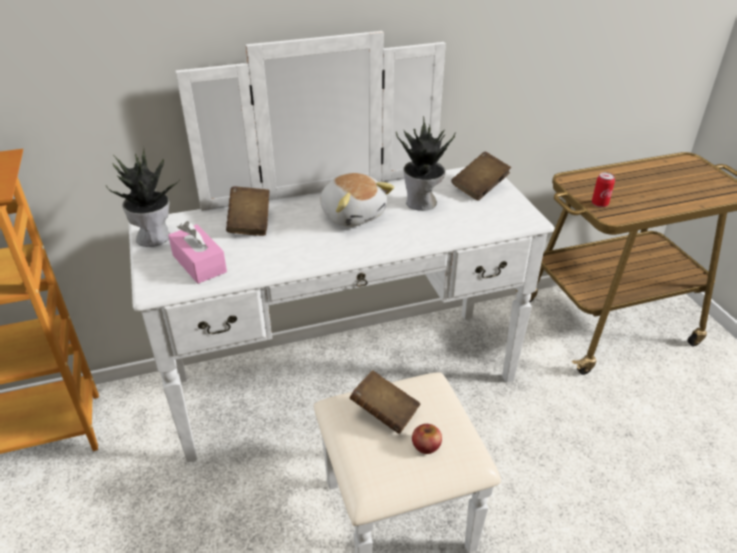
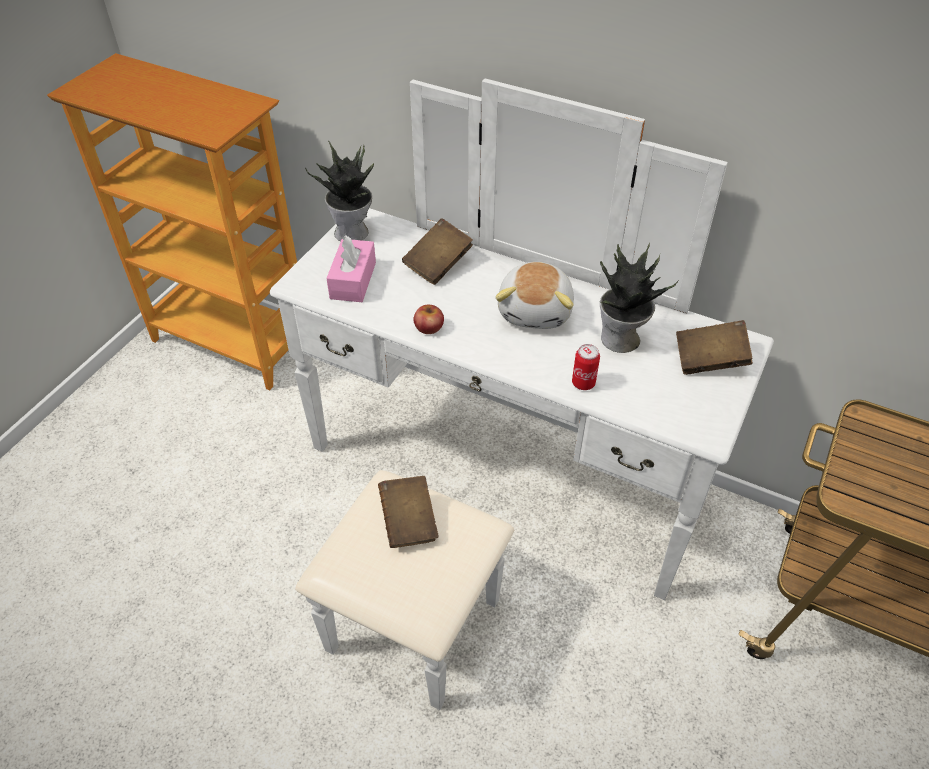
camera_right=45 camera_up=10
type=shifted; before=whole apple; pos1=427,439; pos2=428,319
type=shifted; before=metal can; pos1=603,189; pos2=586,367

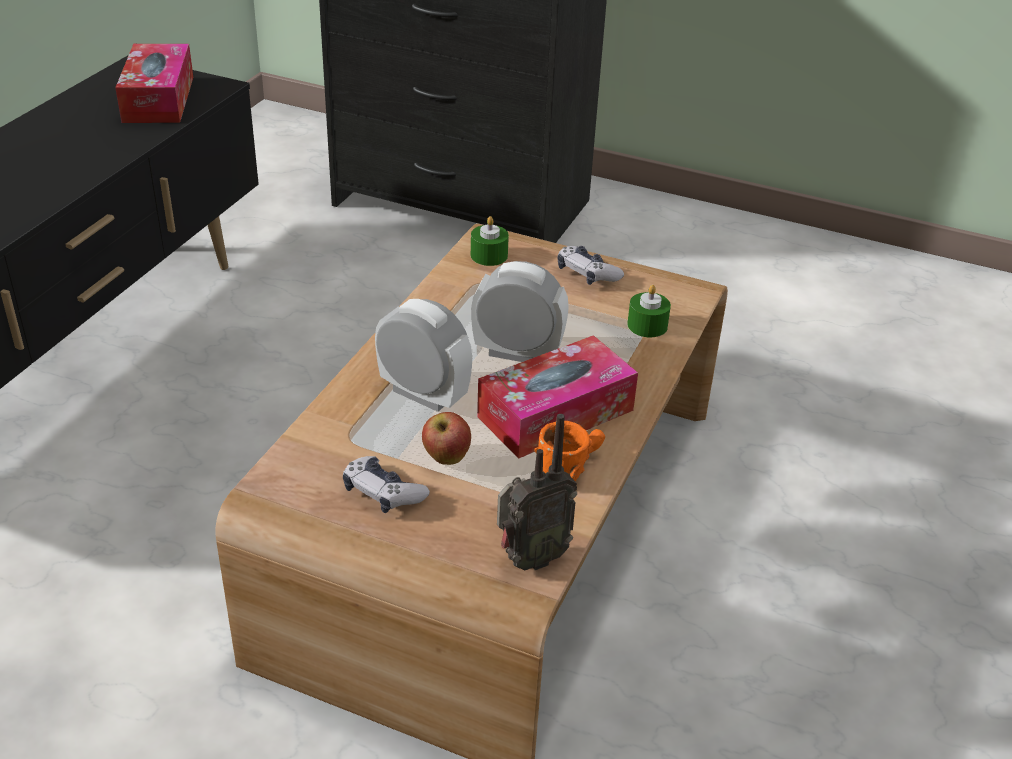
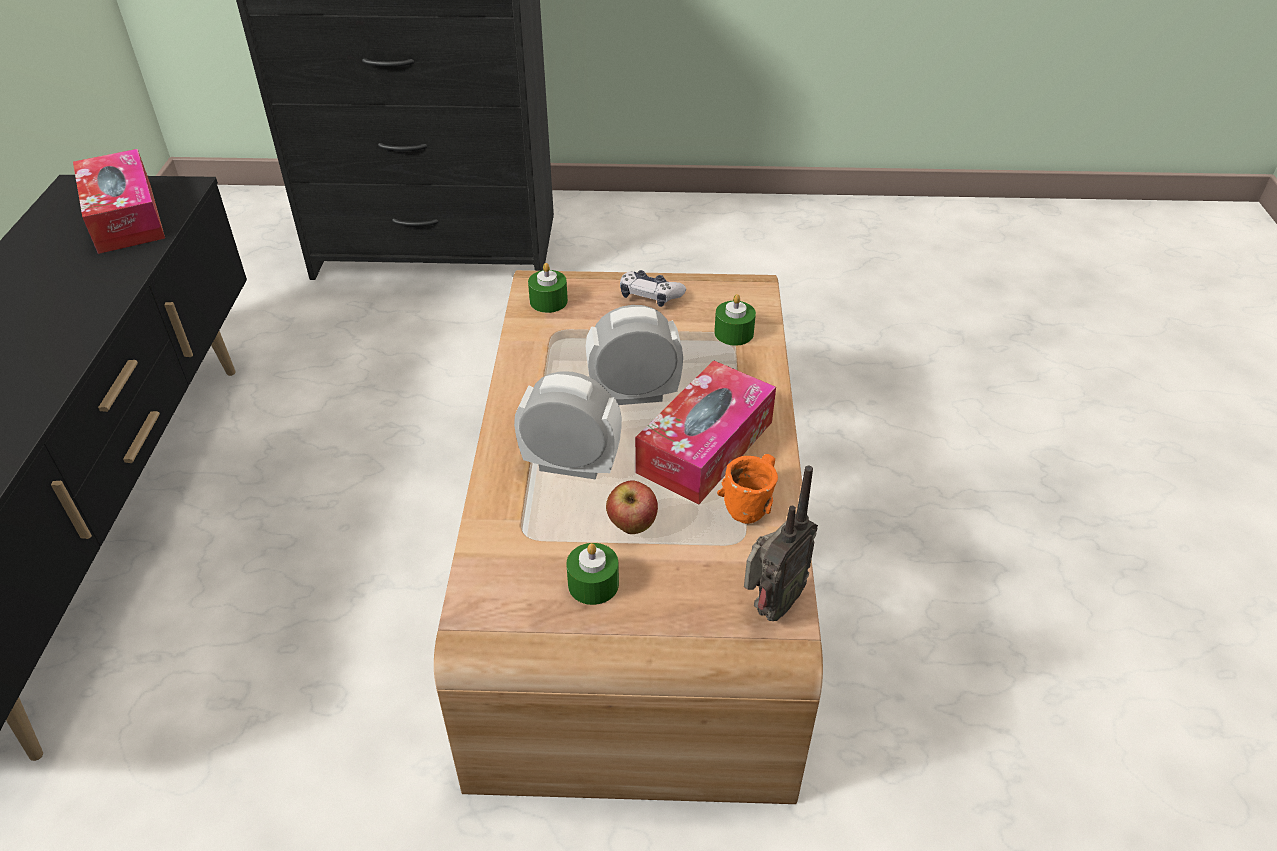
camera_right=-20 camera_up=5
type=swapped; before=joypad; after=candle (green); pos1=386,484; pos2=592,574

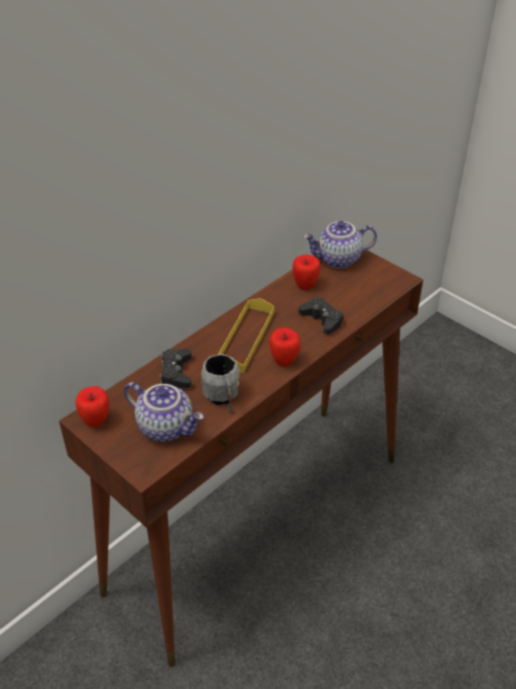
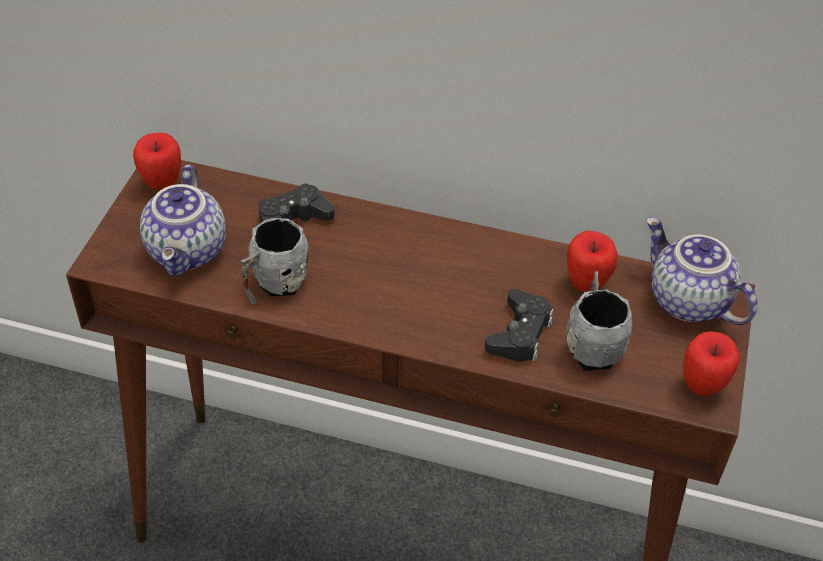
camera_right=60 camera_up=5
type=gone; before=carrying tray (yellow-coloured); pos1=246,335
type=new; after=mug (grey); pos2=599,321
type=shifted; before=whole apple; pos1=285,347; pos2=711,363

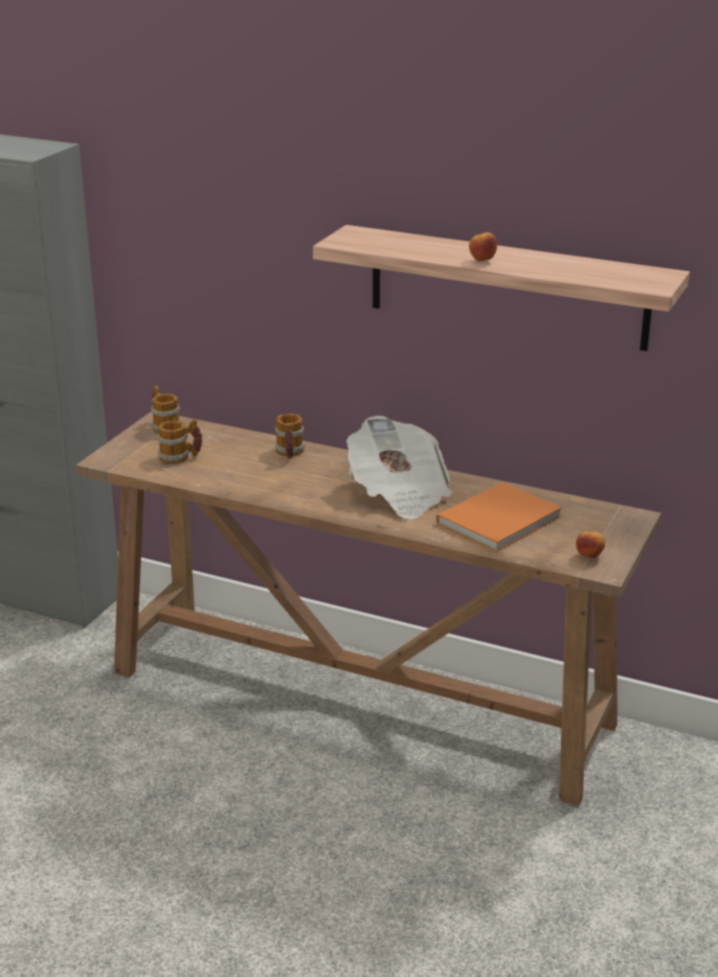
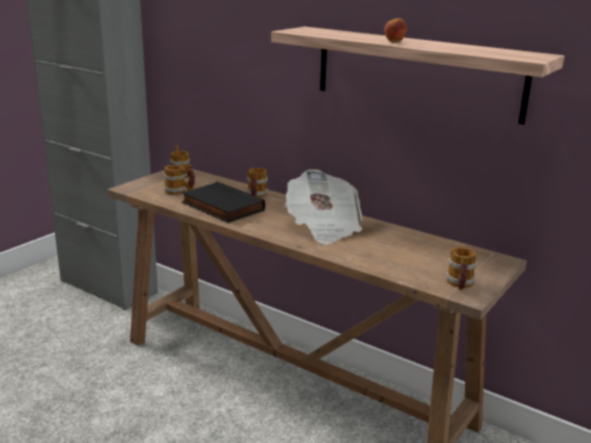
camera_right=10 camera_up=-5
type=gone; before=book (orange); pos1=499,517
type=new; after=book (blackish); pos2=223,202
type=swapped; before=whole apple; after=mug; pos1=590,544; pos2=461,268

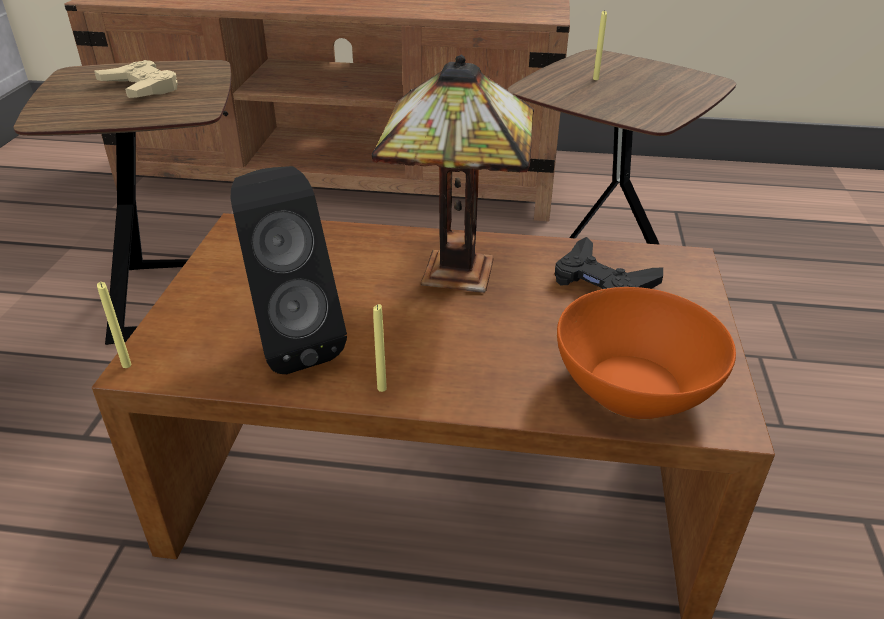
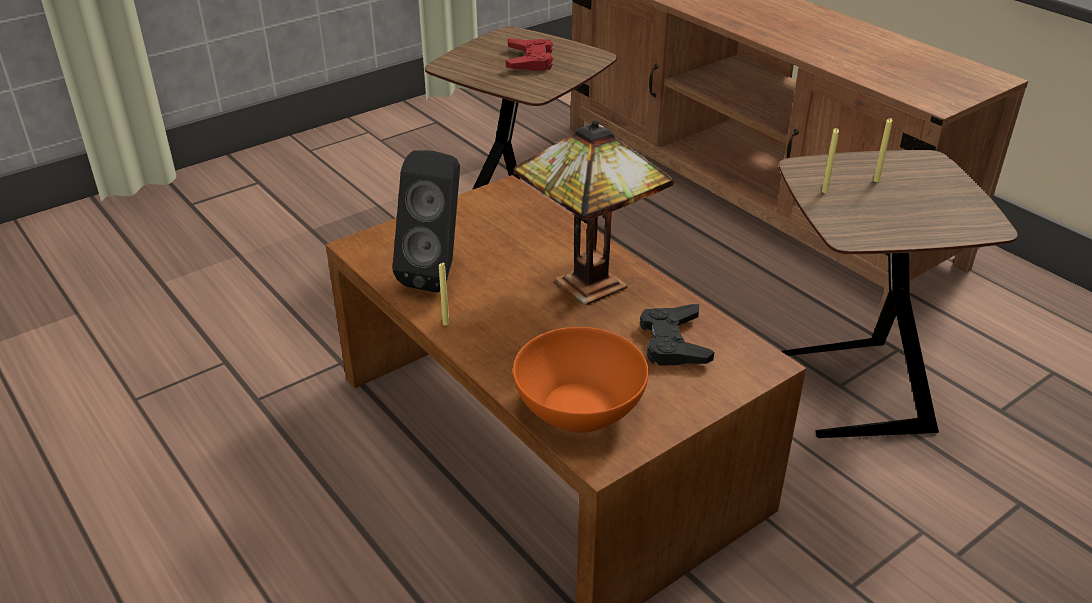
camera_right=45 camera_up=0
type=shifted; before=candle (yellow-coloured); pos1=114,325; pos2=830,160
type=repainted; before=joypad (sand-coloured); after=joypad (reddish); pos1=135,79; pos2=529,54

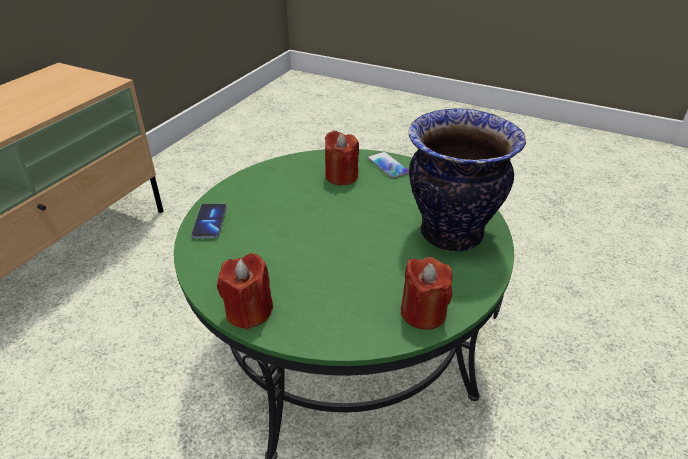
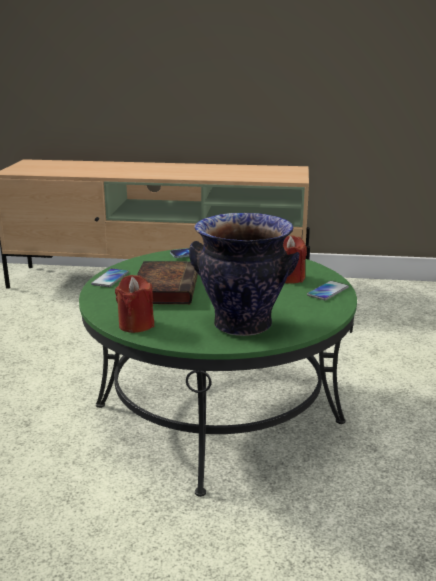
camera_right=70 camera_up=-15
type=new; after=book; pos2=167,282
type=swapped; before=candle (reddish); after=telephone; pos1=245,291; pos2=110,277

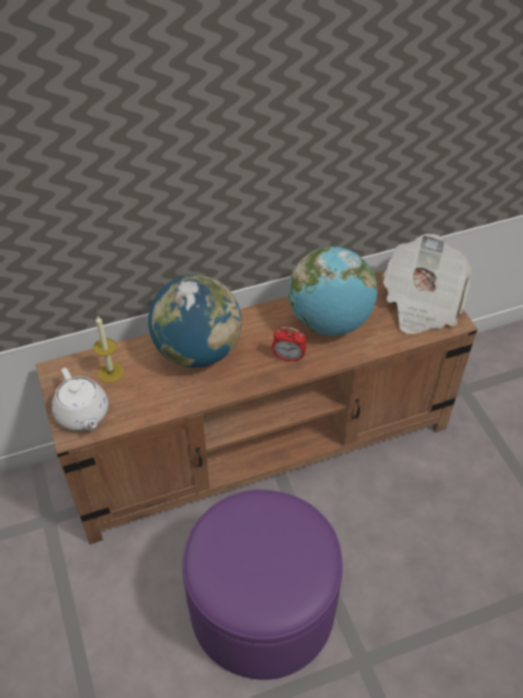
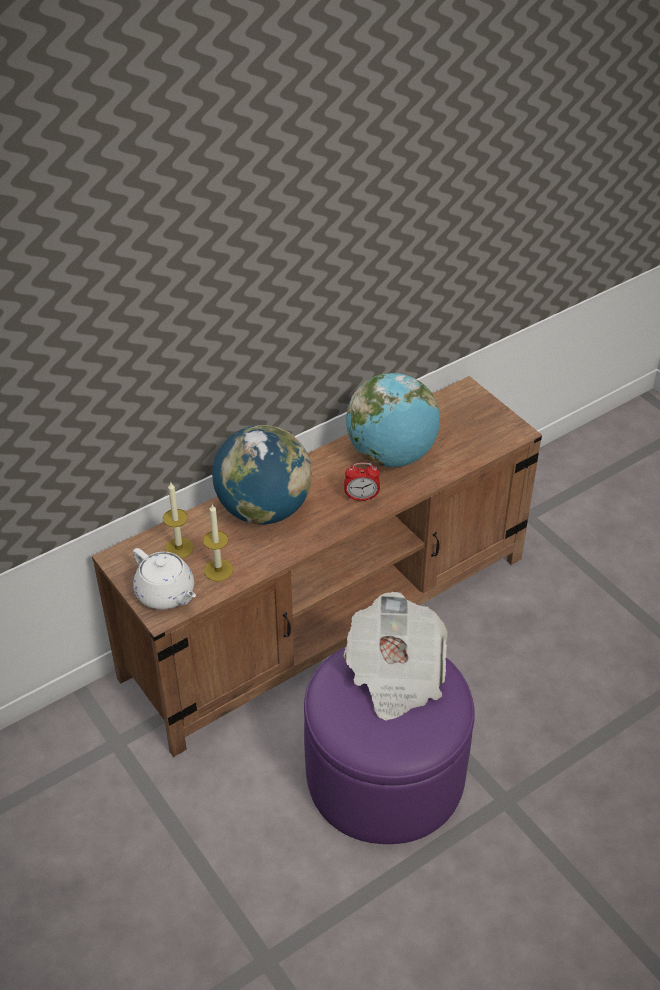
camera_right=-15 camera_up=-5
type=new; after=candle; pos2=218,542
type=shifted; before=daily paper; pos1=427,284; pos2=395,656

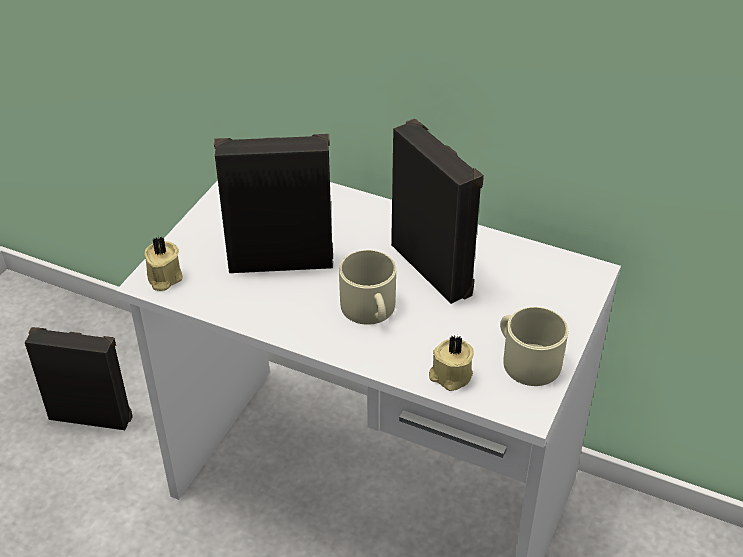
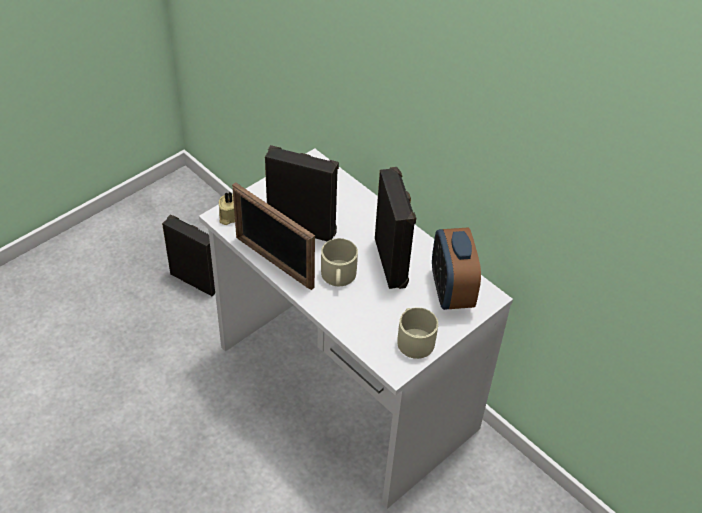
camera_right=20 camera_up=5
type=gone; before=candle (sand-coloured); pos1=451,363
type=new; after=photo frame; pos2=273,236
type=new; after=alarm clock; pos2=456,268

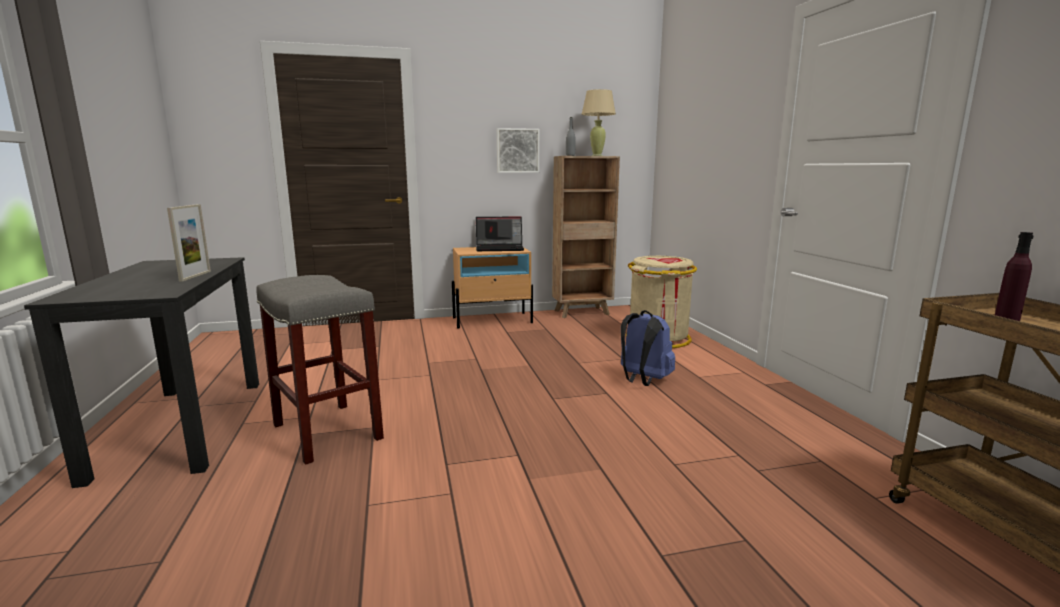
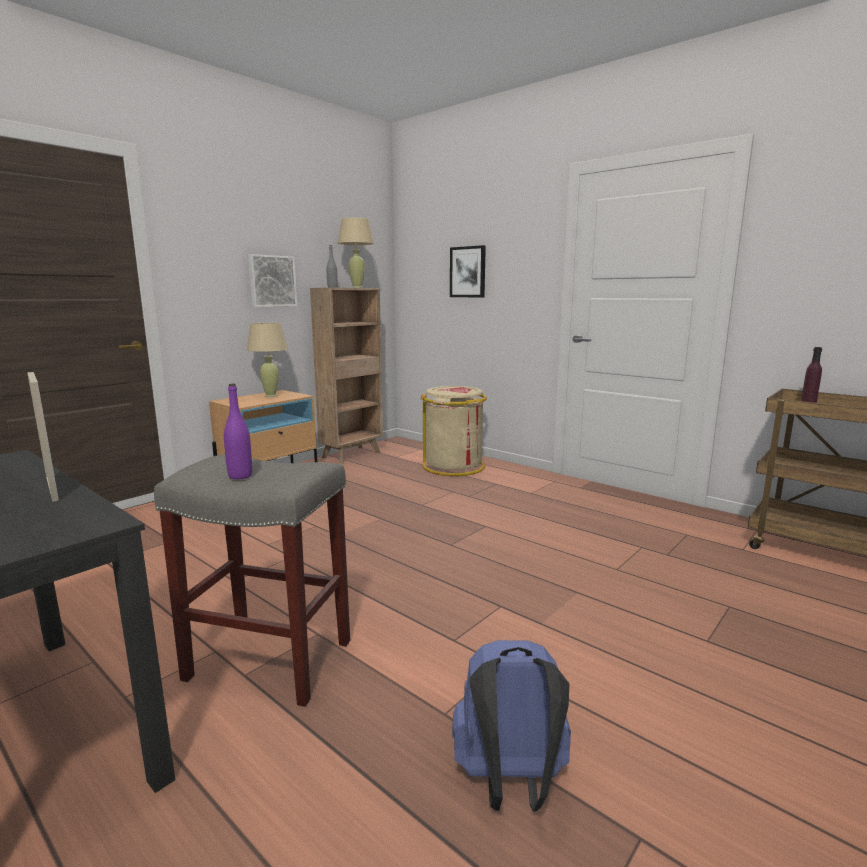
camera_right=-35 camera_up=0
type=new; after=beverage bottle (purple); pos2=238,431
type=new; after=wall picture; pos2=468,271
type=shifted; before=knapsack (bluish); pos1=648,348; pos2=511,726
type=swapped; before=portable computer; after=tabletop lamp (sand-coloured); pos1=500,233; pos2=267,360

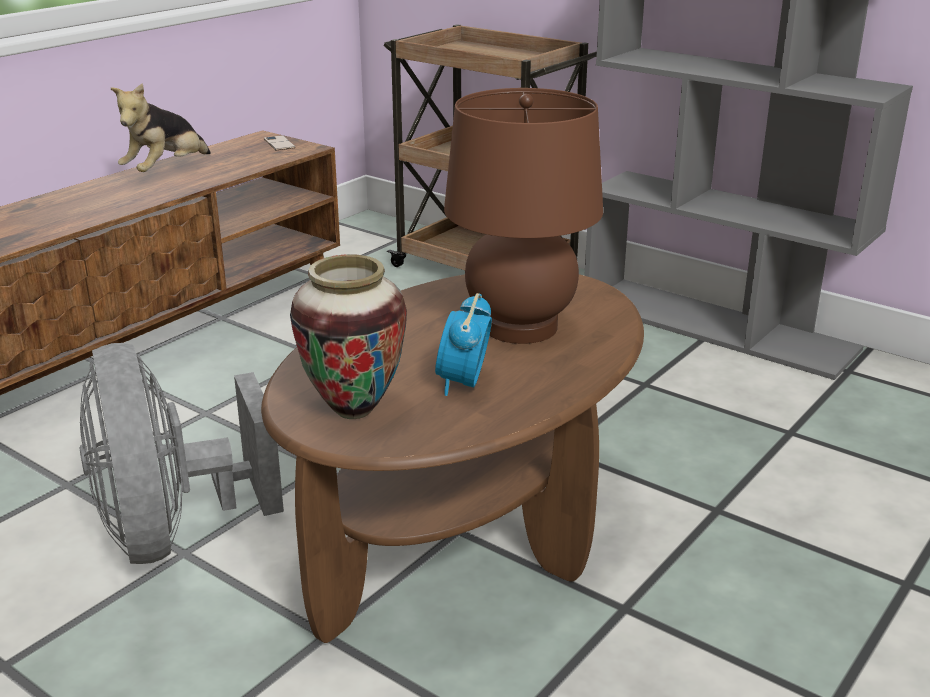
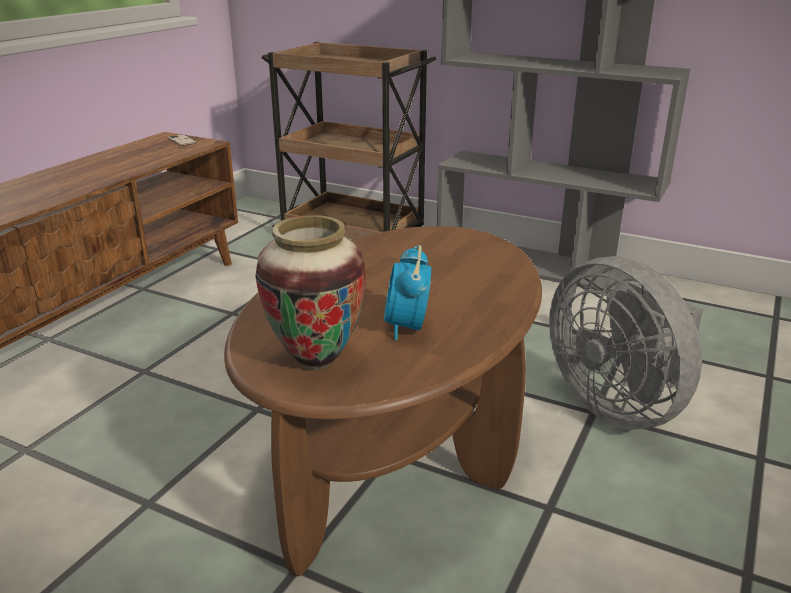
camera_right=-10 camera_up=0
type=gone; before=soft toy; pos1=160,127
type=gone; before=tabletop lamp (brown); pos1=523,216
type=shifted; before=cooling fan (grey); pos1=182,453; pos2=626,343

